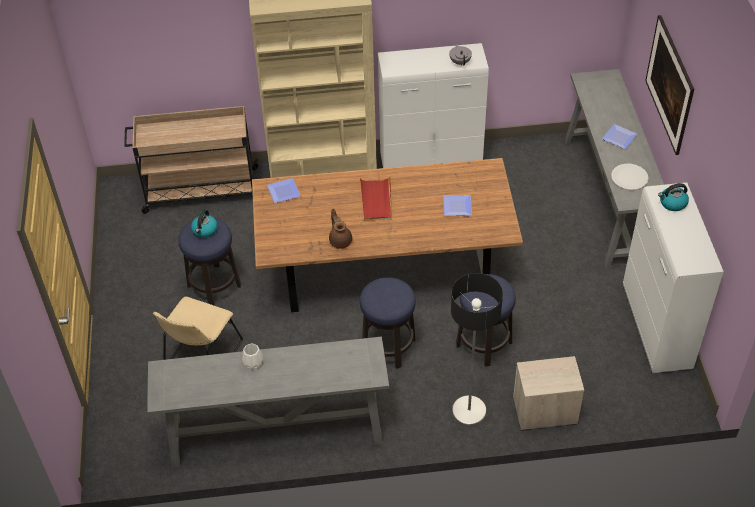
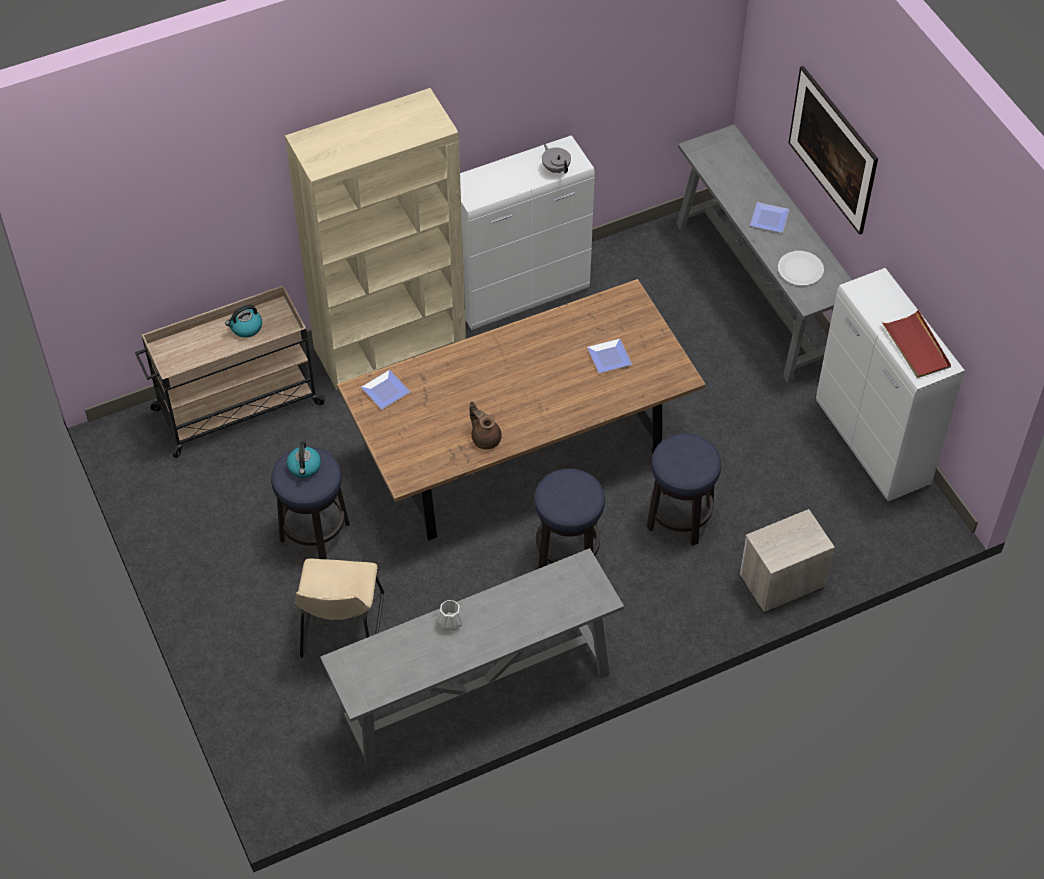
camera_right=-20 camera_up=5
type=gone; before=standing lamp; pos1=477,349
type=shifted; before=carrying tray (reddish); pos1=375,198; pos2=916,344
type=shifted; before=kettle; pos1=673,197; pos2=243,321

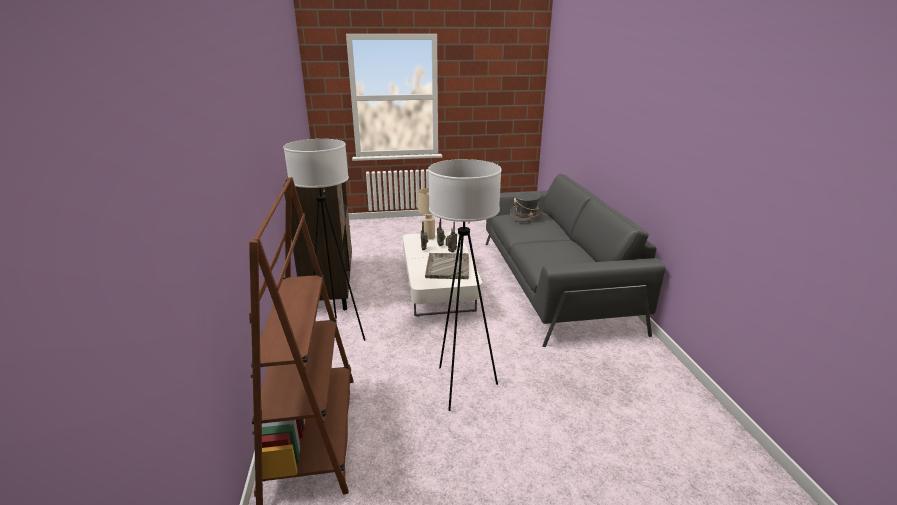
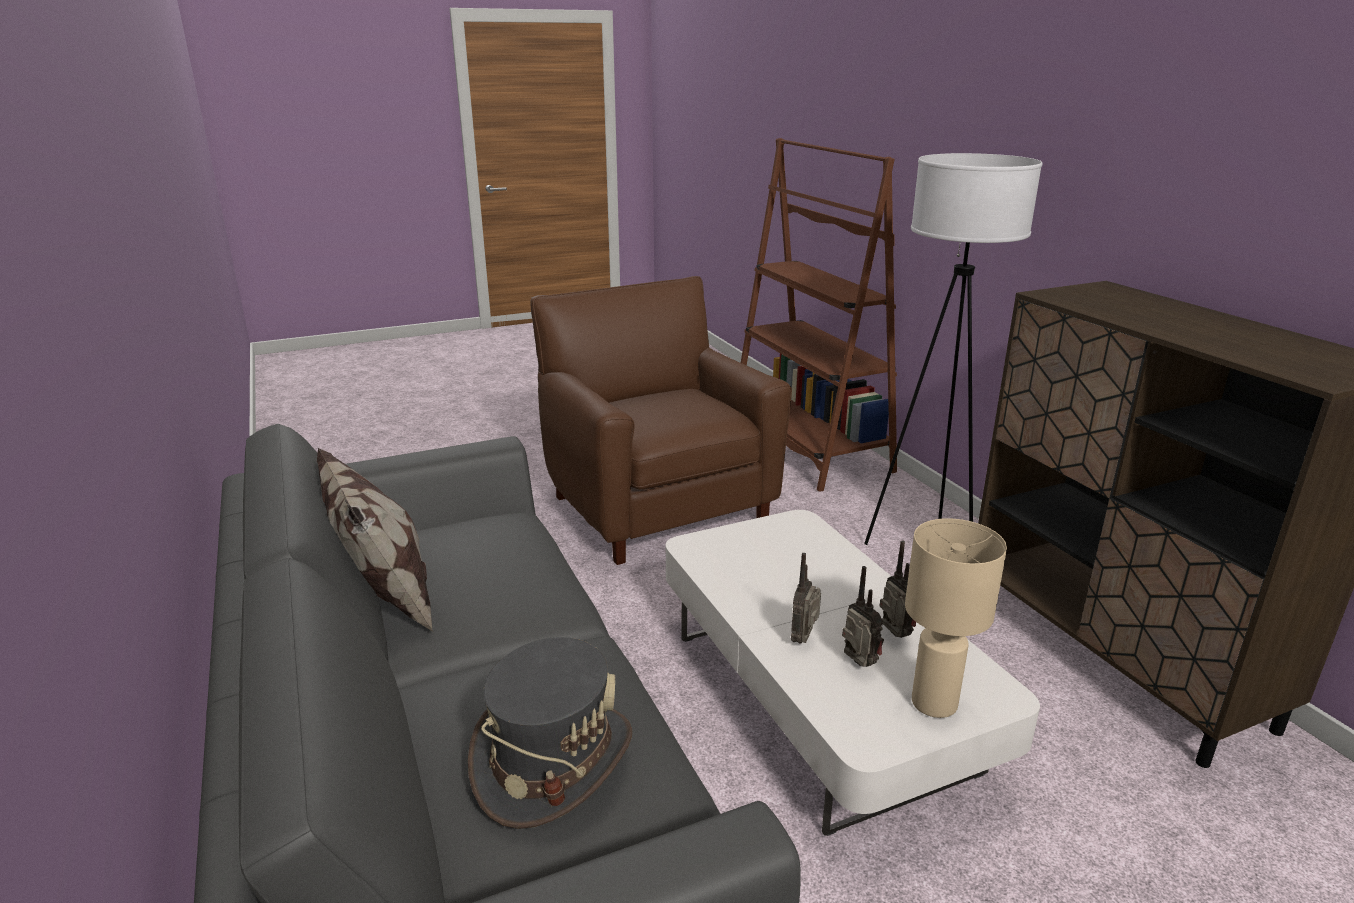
camera_right=165 camera_up=0
type=gone; before=carrying tray (grey); pos1=447,266
type=new; after=cushion; pos2=375,540
type=swapped; before=standing lamp (white-coloured); after=easy chair (brown); pos1=465,285; pos2=661,420

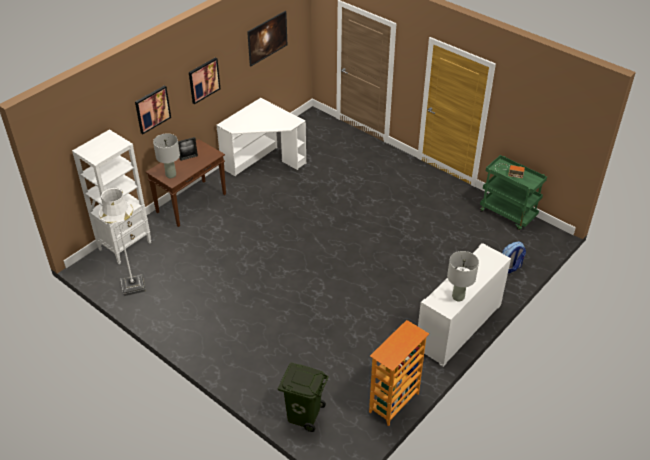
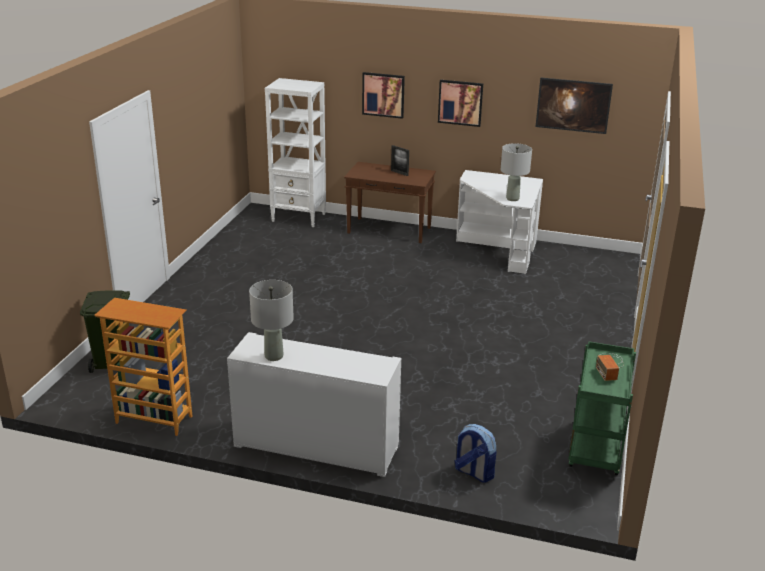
camera_right=65 camera_up=-15
type=gone; before=standing lamp (white-coloured); pos1=122,242
type=shifted; before=tabletop lamp (grey); pos1=166,155; pos2=516,172

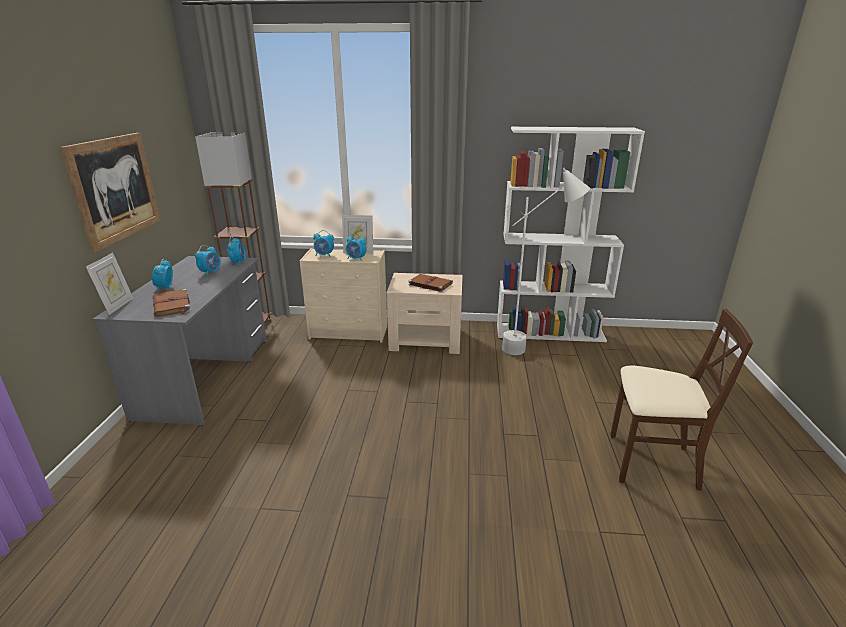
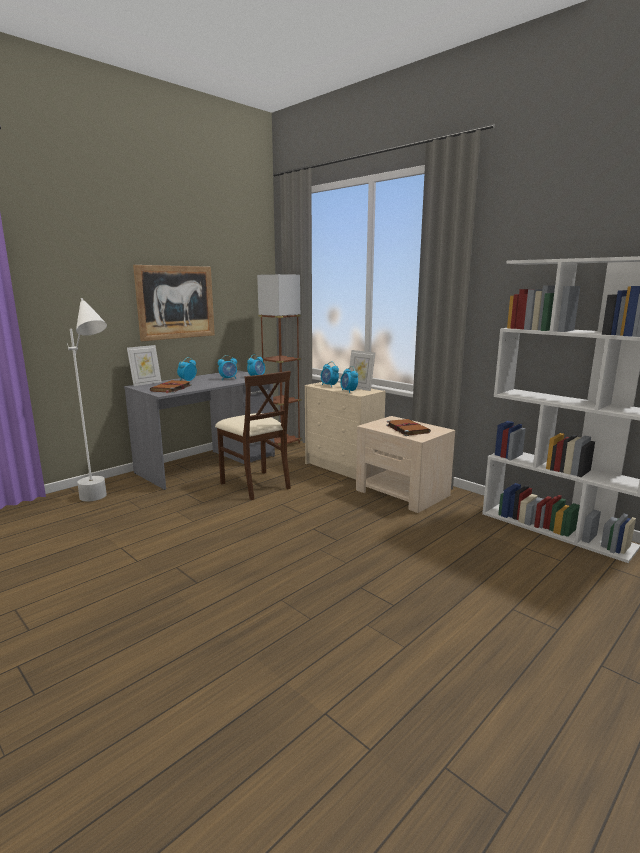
camera_right=40 camera_up=-10
type=shifted; before=standing lamp (white-coloured); pos1=546,261; pos2=87,400
type=shifted; before=chair (sand-coloured); pos1=681,400; pos2=253,435

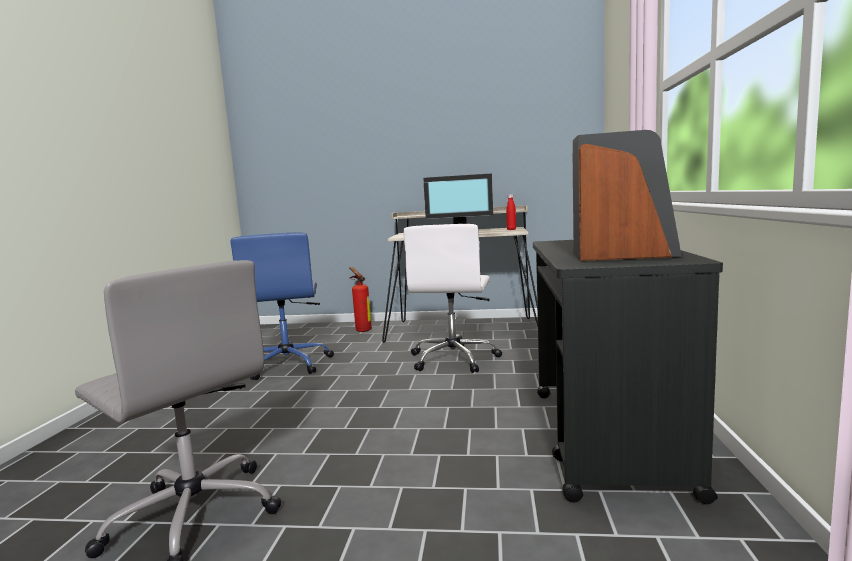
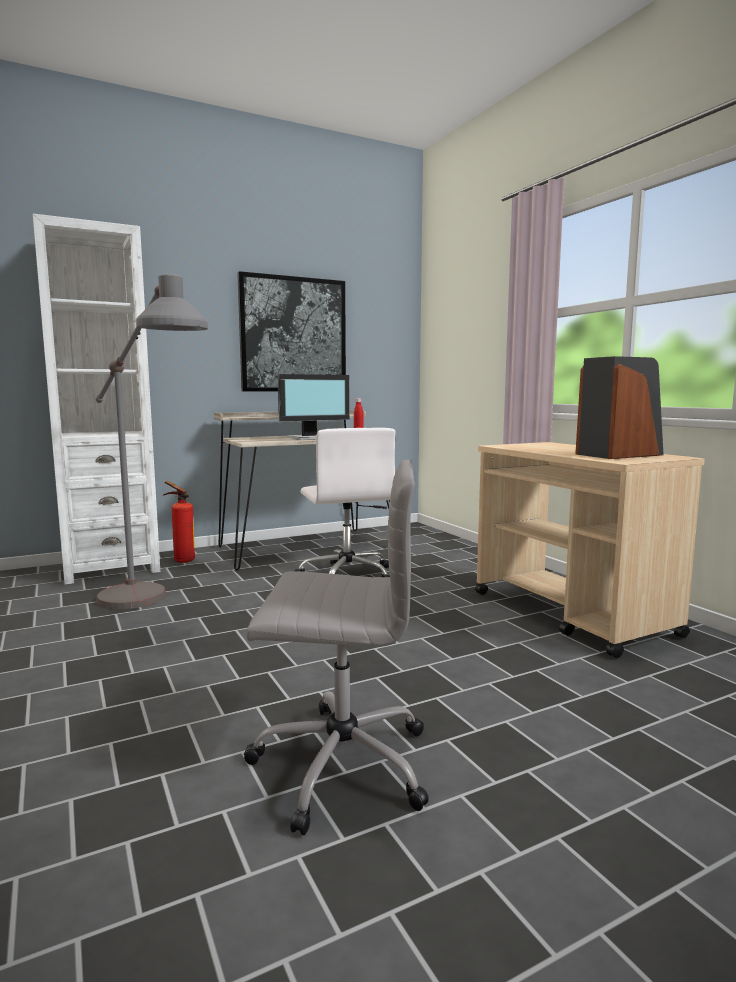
camera_right=-35 camera_up=0
type=new; after=shelving unit (white-coloured); pos2=96,399
type=new; after=wall picture; pos2=291,331
type=swapped; before=computer chair (bluish); after=standing lamp (grey); pos1=282,306; pos2=151,441
type=repainted; before=wheeled cart (blackish); after=wheeled cart (sand-coloured); pos1=628,372; pos2=590,550

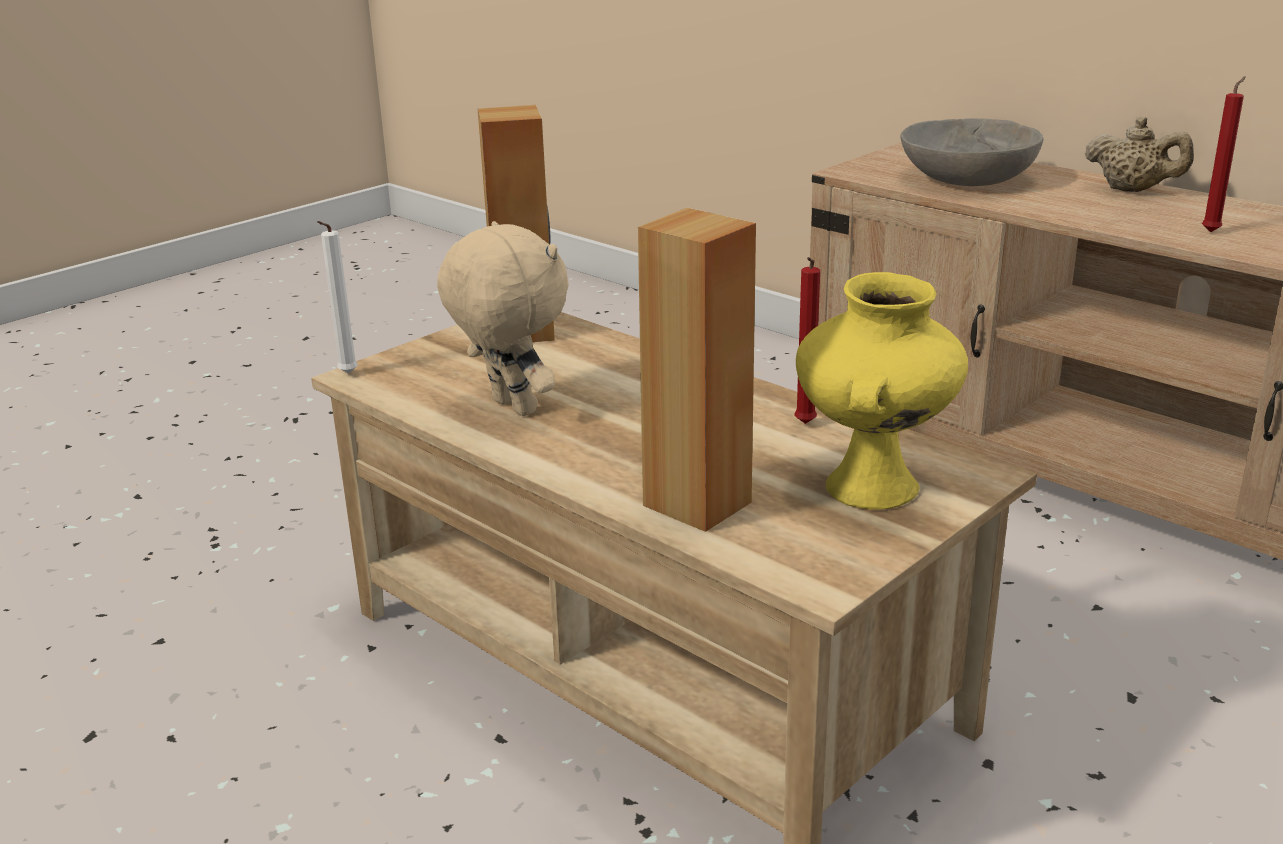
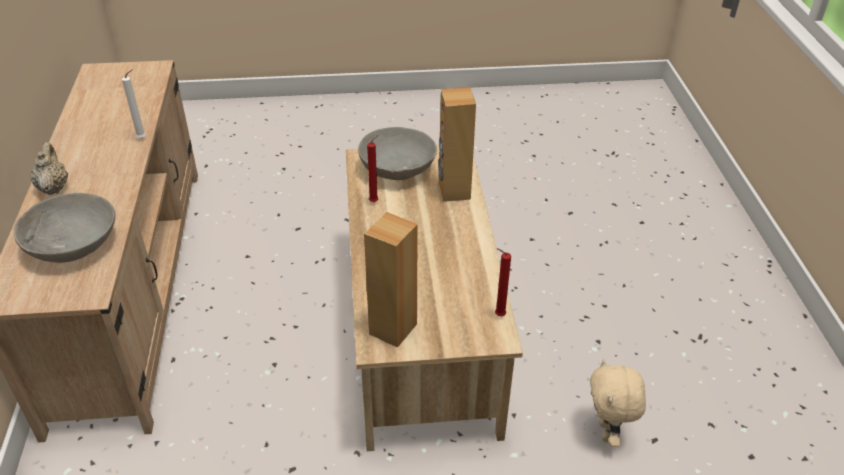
camera_right=-140 camera_up=15
type=shifted; before=candle (white-coloured); pos1=337,297; pos2=134,104
type=shifted; before=soft toy (sand-coloured); pos1=503,318; pos2=618,403
type=shifted; before=candle (reddish); pos1=1224,154; pos2=503,282
type=swapped; before=decorative vase (yellow-coloured); after=serving bowl (grey); pos1=882,391; pos2=397,153

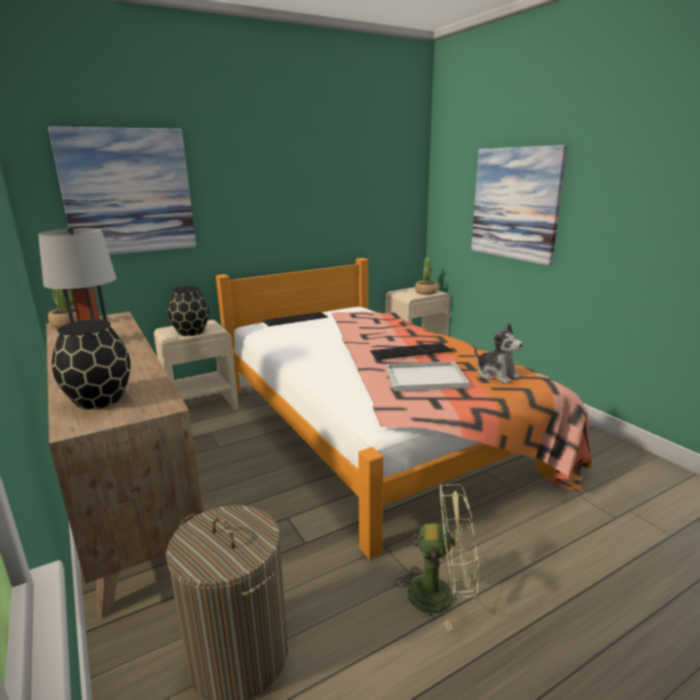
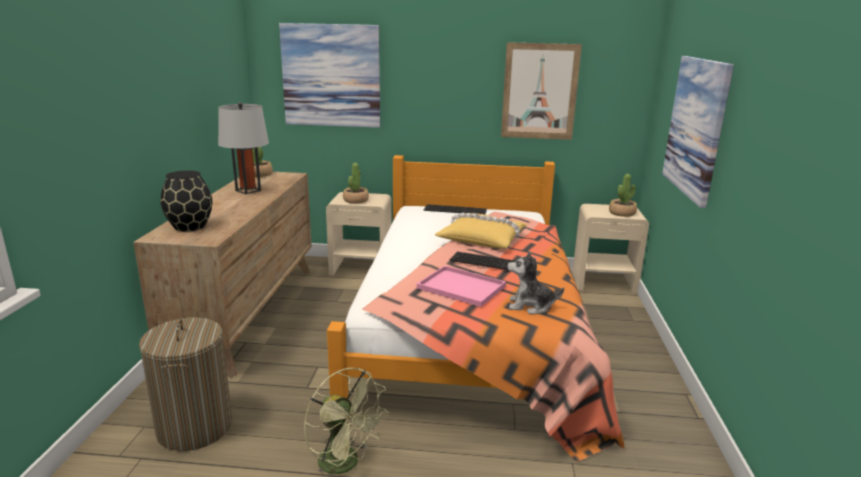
camera_right=35 camera_up=0
type=new; after=cushion (yellow-coloured); pos2=481,231
type=new; after=wall picture; pos2=541,91
type=swapped; before=decorative vase (blackish); after=plant in a pot; pos1=188,311; pos2=356,183
type=repainted; before=carrying tray (white-coloured); after=carrying tray (pink-coloured); pos1=428,376; pos2=461,286
type=rotated; before=soft toy; pos1=498,353; pos2=535,283; turn=105

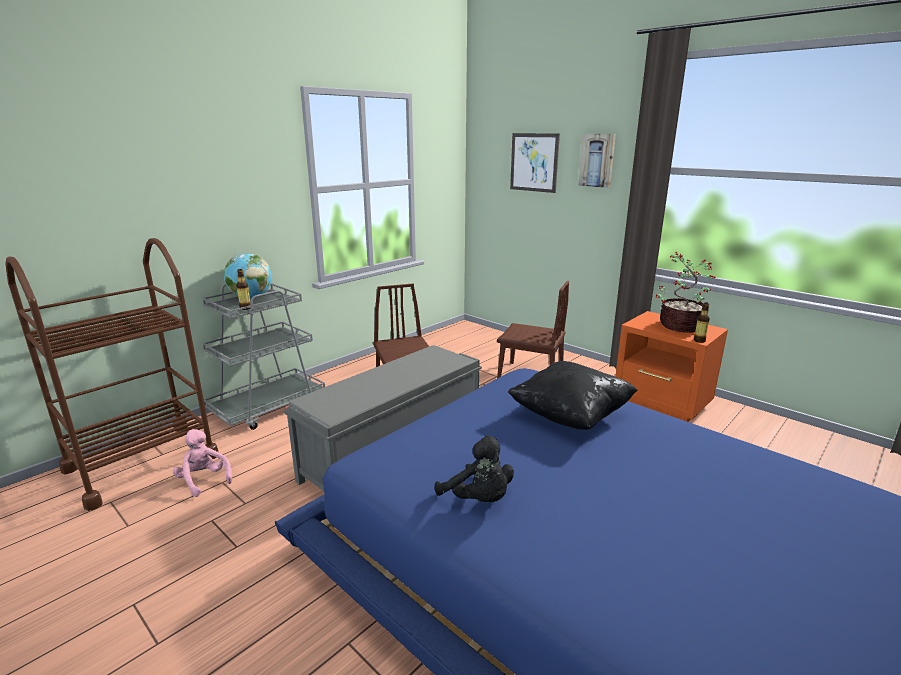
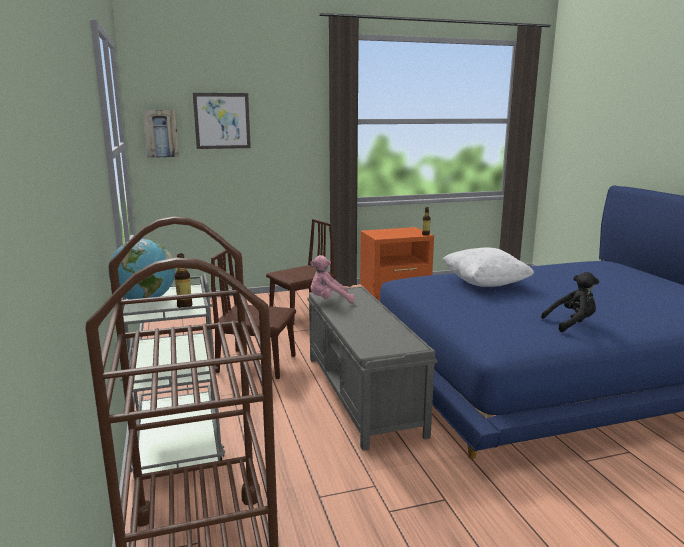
camera_right=-60 camera_up=-5
type=gone; before=plant in a pot; pos1=686,292
type=shifted; before=soft toy (pink-coloured); pos1=202,463; pos2=332,279
type=shifted; before=wall picture; pos1=597,161; pos2=161,134
type=repainted; before=cushion (blackish); after=cushion (white-coloured); pos1=573,395; pos2=488,267

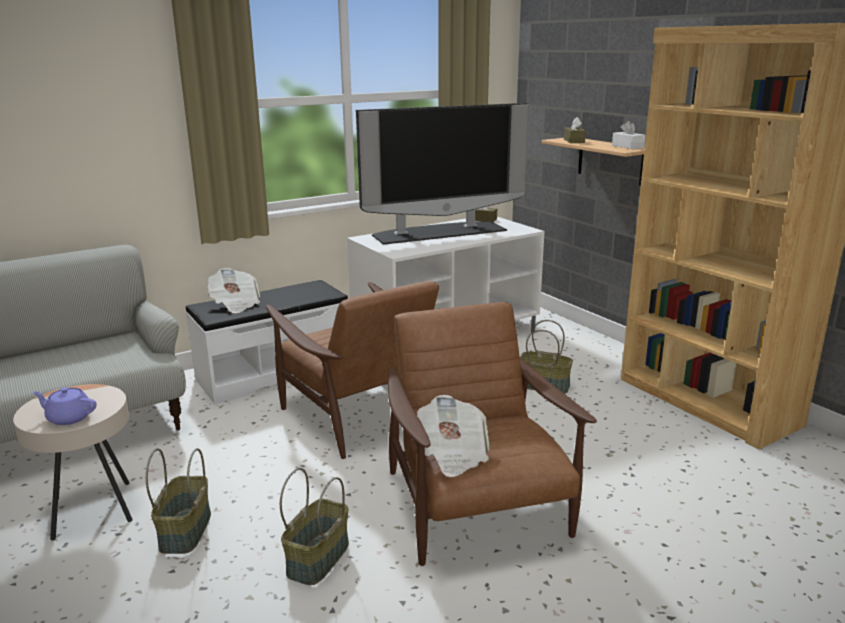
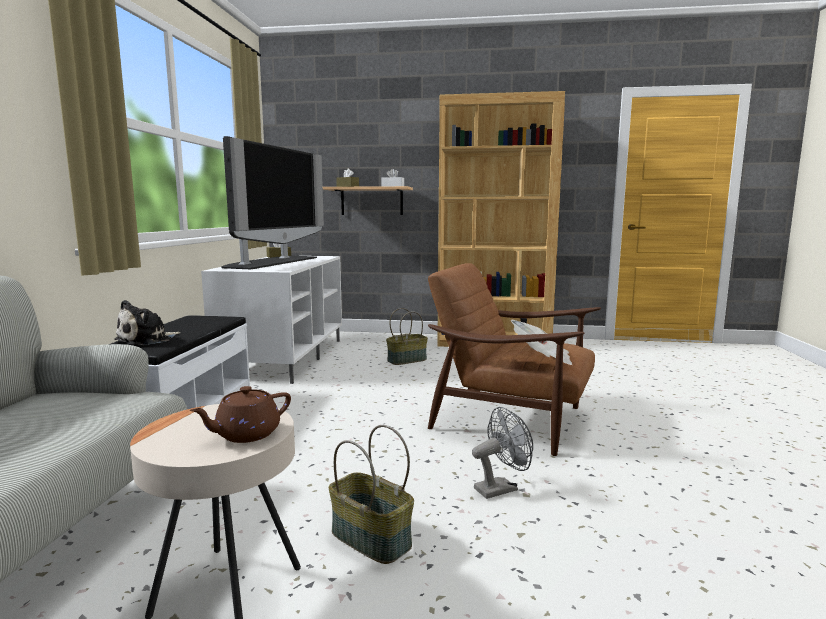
camera_right=-50 camera_up=-10
type=gone; before=easy chair (brown); pos1=352,370
type=swapped; before=daily paper; after=soft toy; pos1=234,290; pos2=147,322
type=swapped; before=storage basket; after=cooling fan (grey); pos1=314,526; pos2=502,453
type=repainted; before=teapot (purple); after=teapot (brown); pos1=64,406; pos2=240,414

